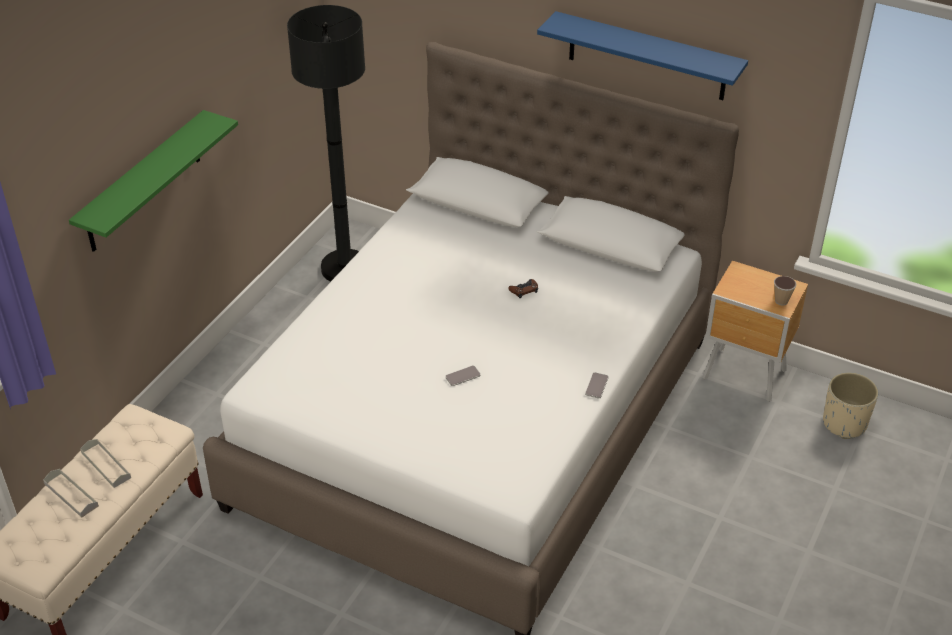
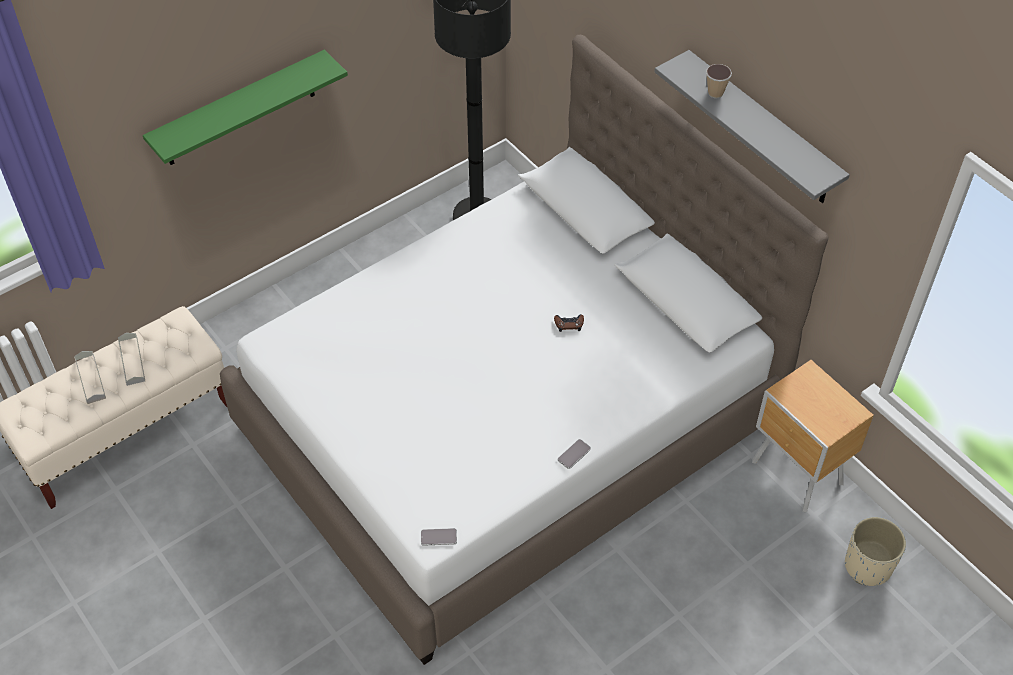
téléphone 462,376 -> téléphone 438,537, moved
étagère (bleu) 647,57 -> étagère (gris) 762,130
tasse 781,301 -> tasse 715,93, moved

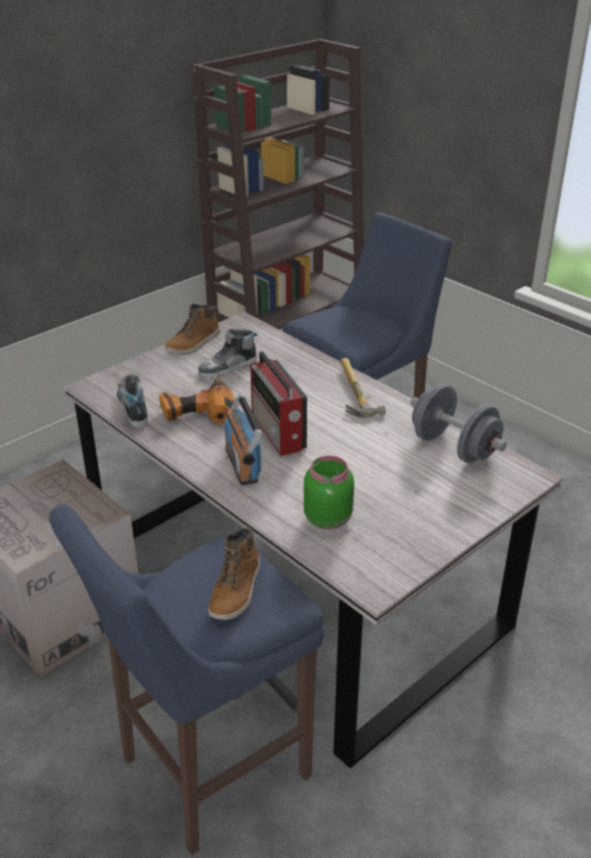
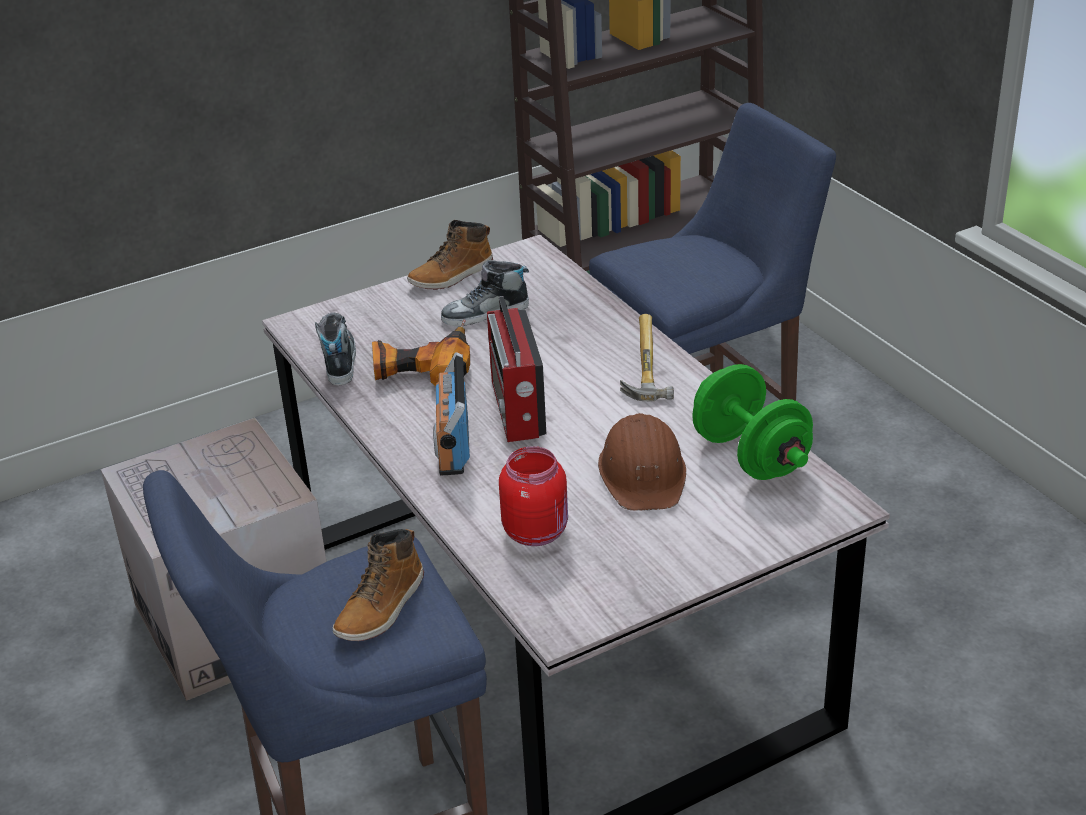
bocal (vert) 328,518 -> bocal (rouge) 536,531
haltère (gris) 454,448 -> haltère (vert) 750,456
none -> casque de chantier (marron) 643,474

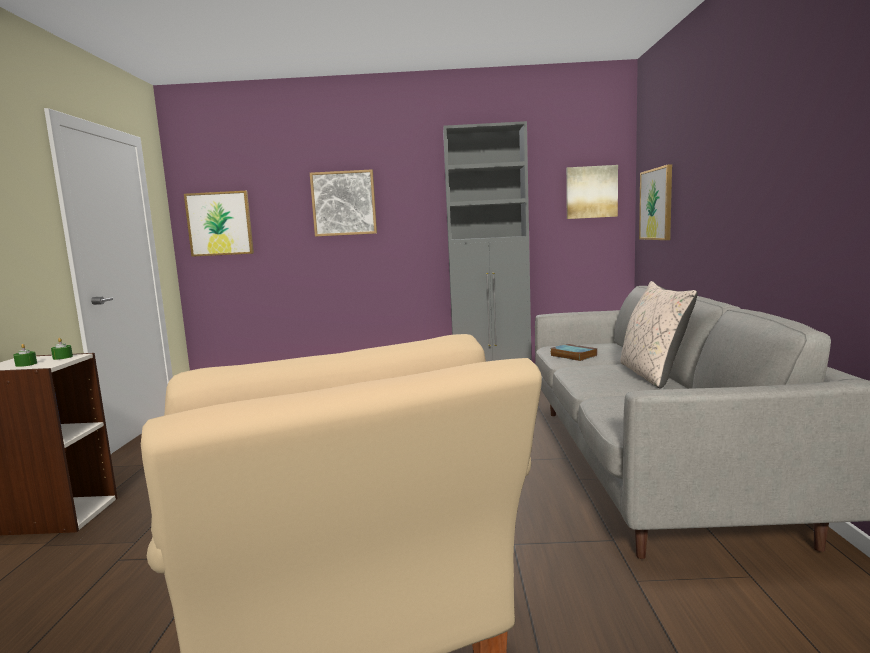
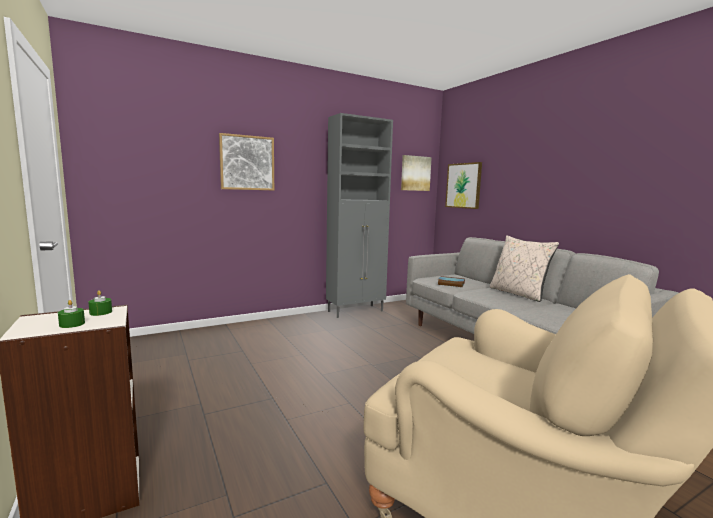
tableau 219,223 -> none

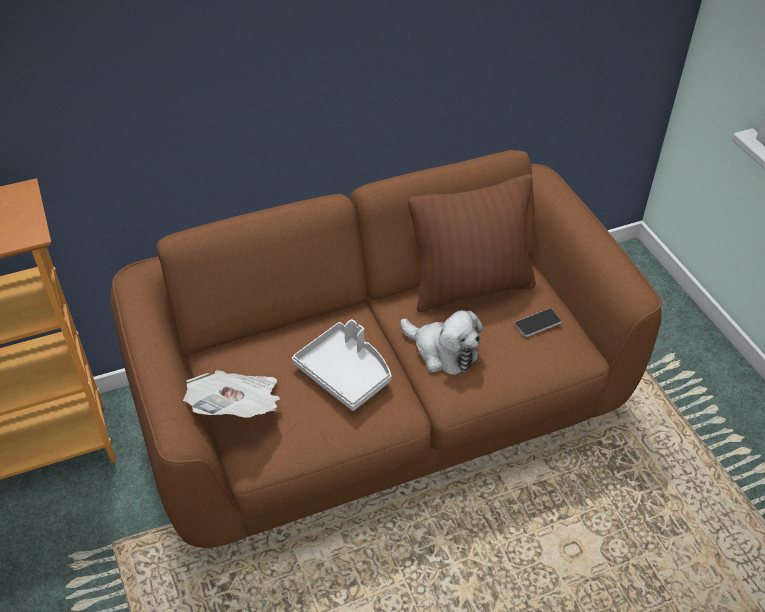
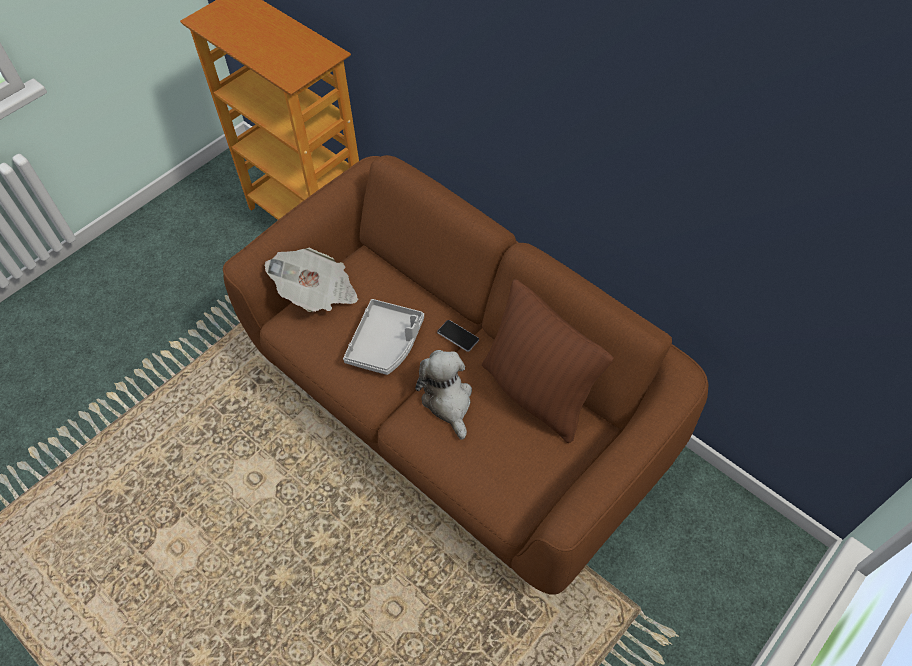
peluche 442,351 -> peluche 447,401, 150 degrees clockwise
téléphone 537,323 -> téléphone 458,336, moved

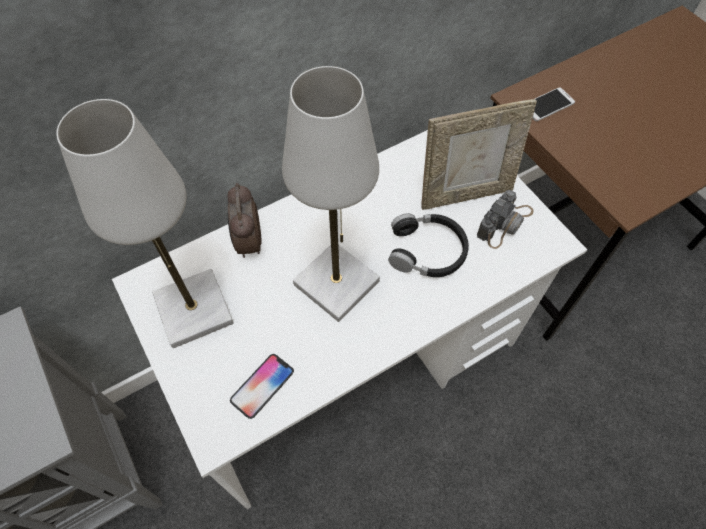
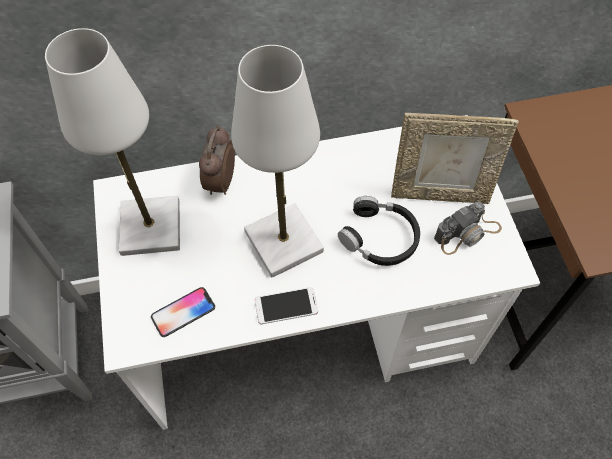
téléphone 547,105 -> téléphone 286,306, moved

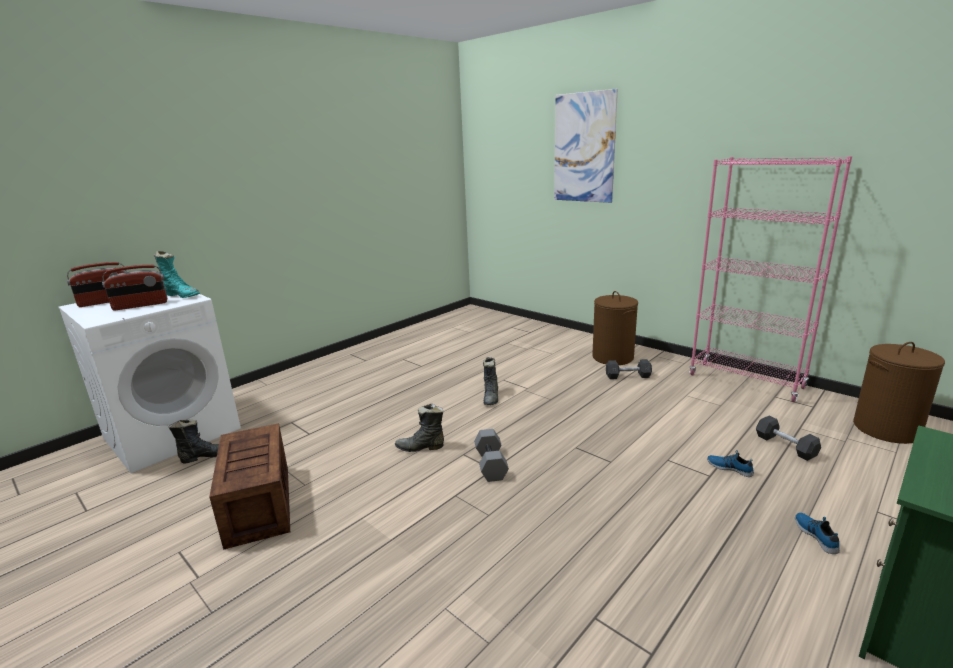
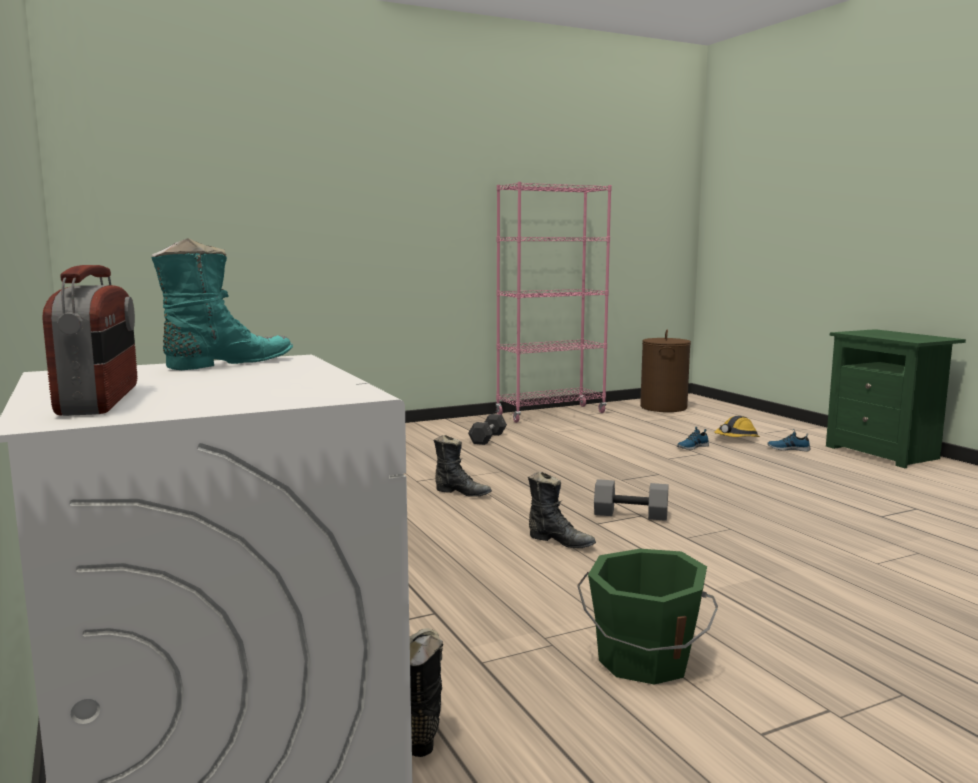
radio 140,305 -> none
caisse 258,503 -> seau (vert) 643,661
botte (noir) 421,447 -> botte (noir) 560,542, 75 degrees counterclockwise
tableau 584,148 -> none
panier à linge (marron) 613,357 -> none
haltère (gris) 785,446 -> none
none -> casque de chantier 736,439

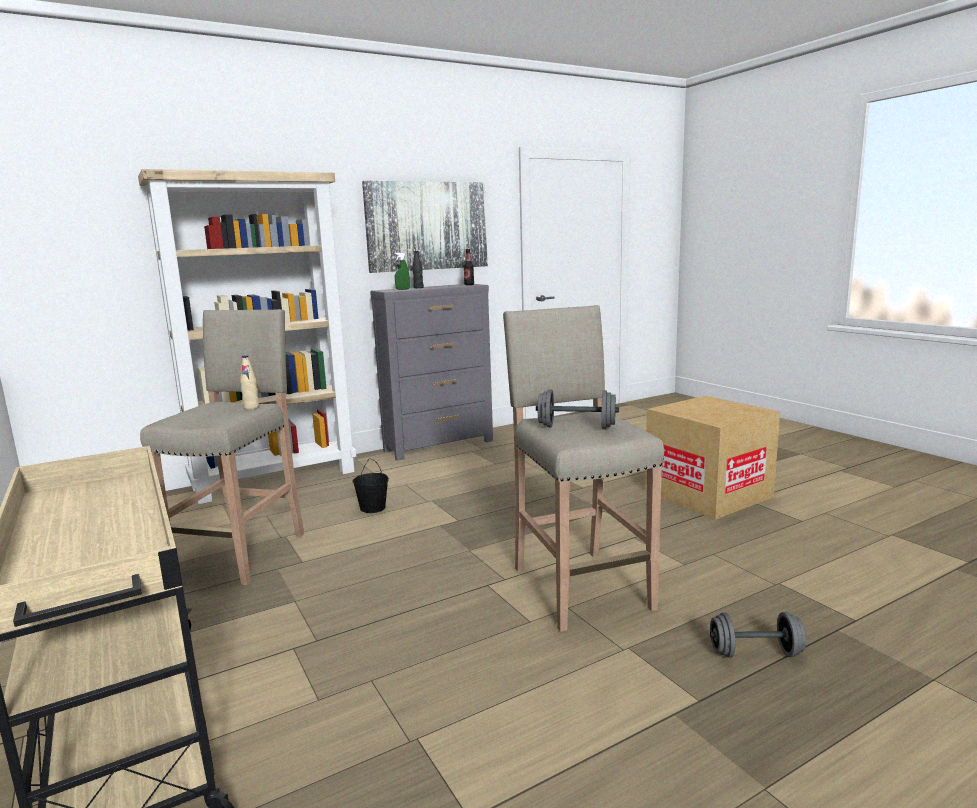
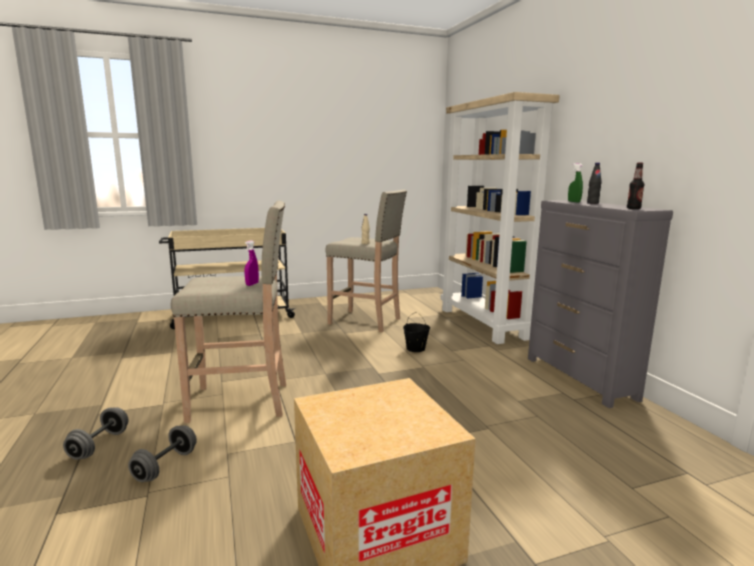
tableau 427,226 -> none
haltère (gris) 576,427 -> haltère (gris) 165,466, moved
none -> vaporisateur (violet) 252,284

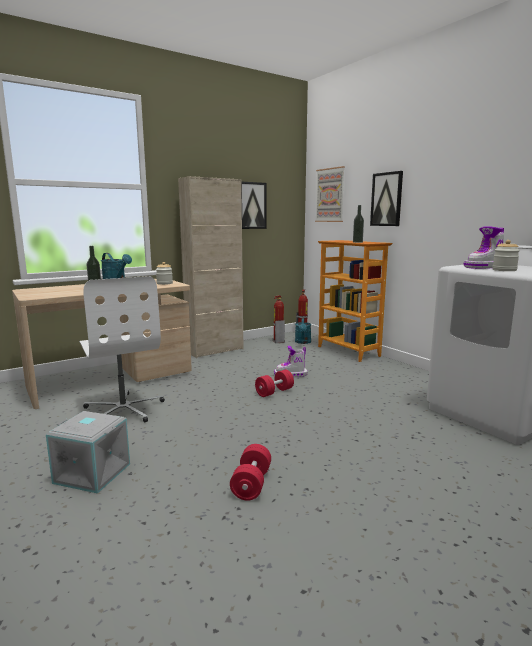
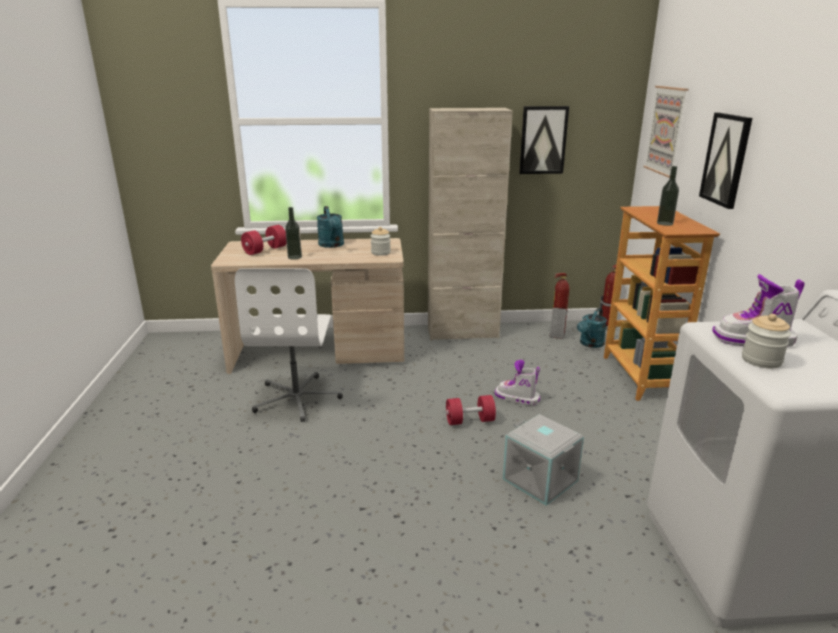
boîte de rangement (gris) 93,473 -> boîte de rangement (gris) 541,479, moved
haltère (rouge) 251,484 -> haltère (rouge) 265,250, moved

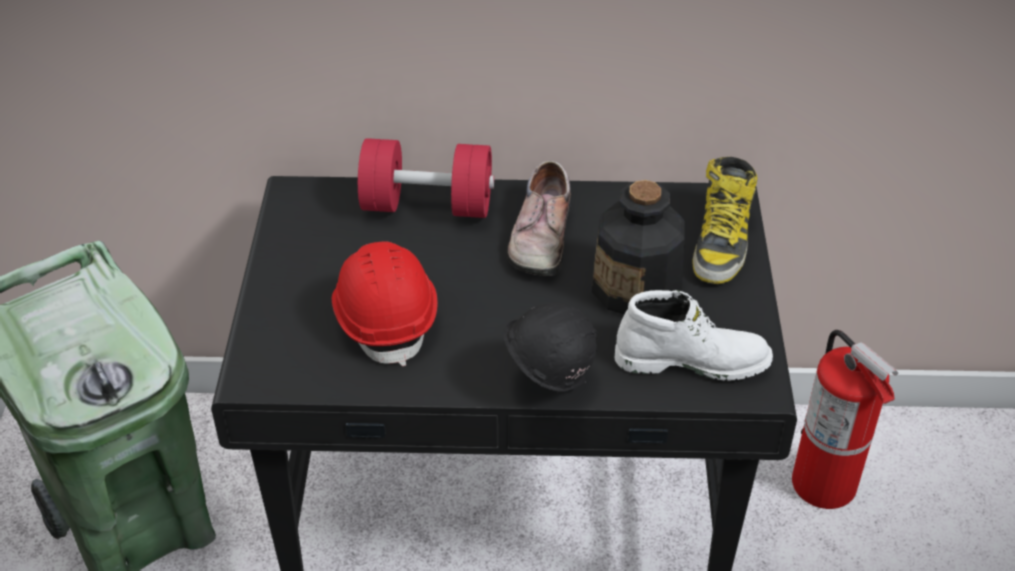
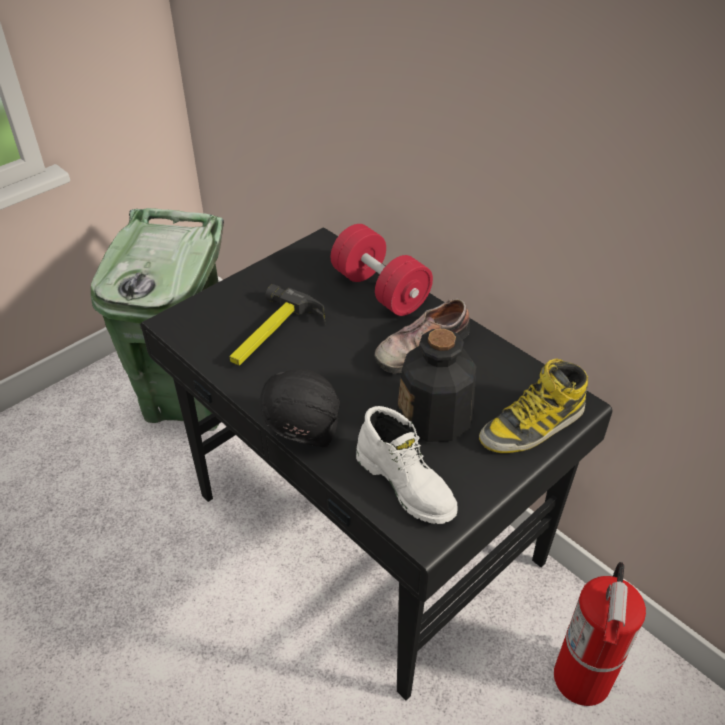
casque de chantier (rouge) 386,318 -> marteau 273,335

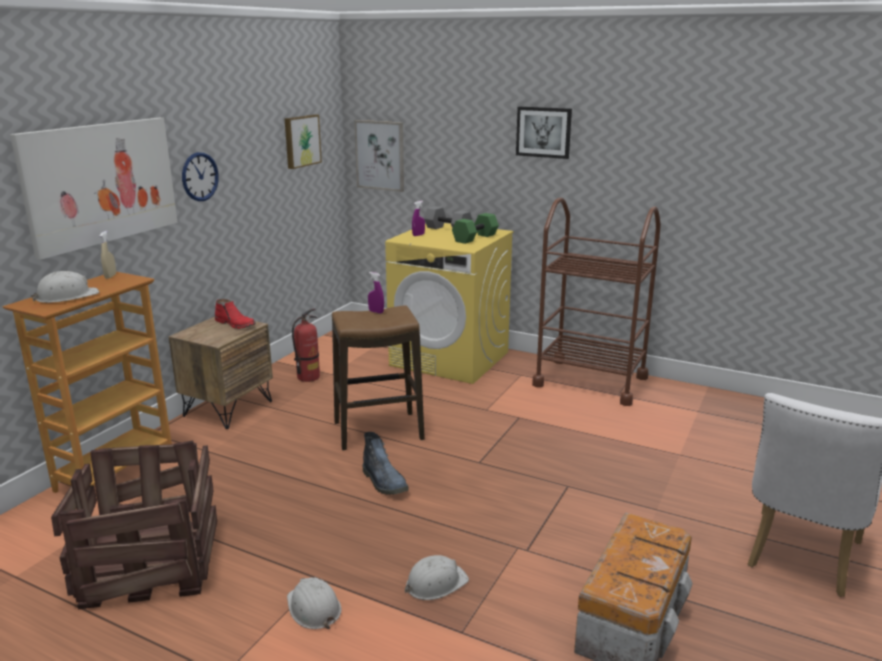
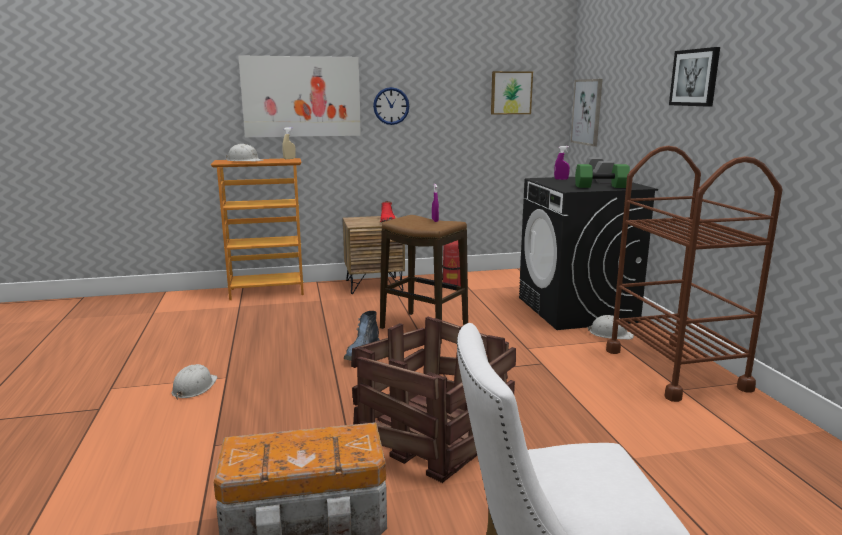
caisse 152,562 -> caisse 435,436, moved
lave-linge (jaune) 450,359 -> lave-linge (noir) 577,310
casque de chantier (blanc) 435,583 -> casque de chantier (blanc) 610,334, moved

